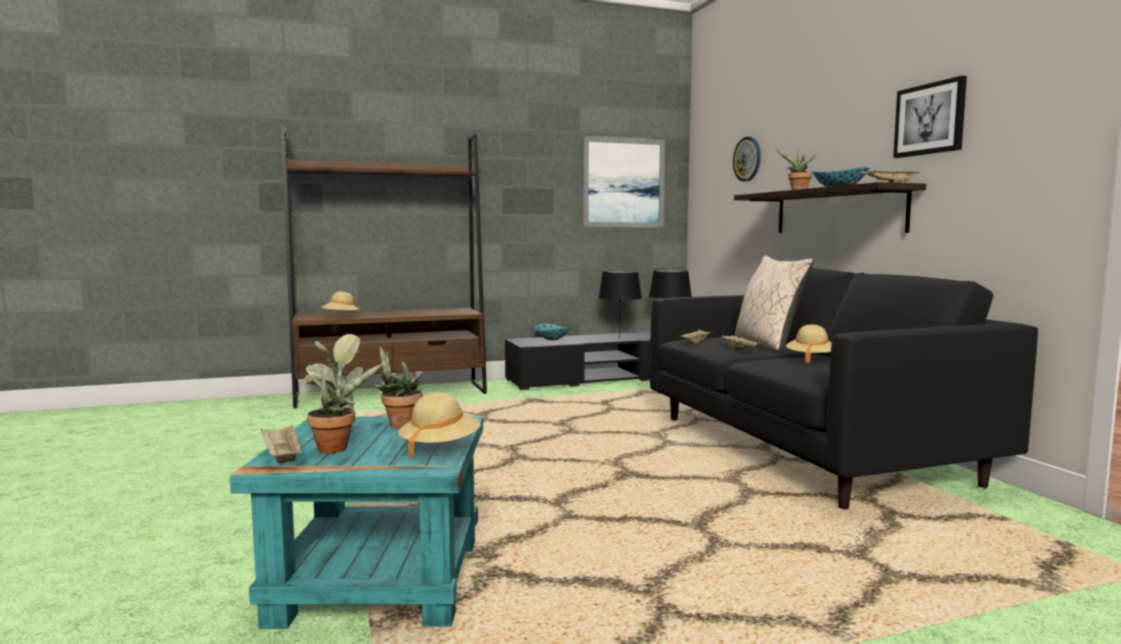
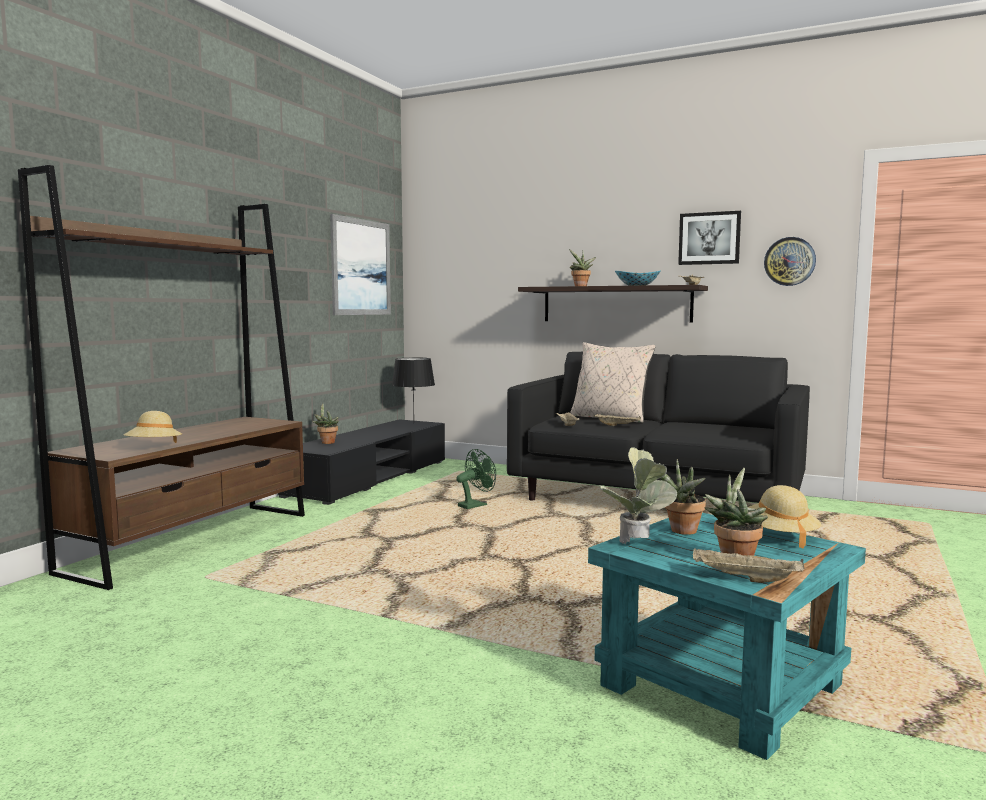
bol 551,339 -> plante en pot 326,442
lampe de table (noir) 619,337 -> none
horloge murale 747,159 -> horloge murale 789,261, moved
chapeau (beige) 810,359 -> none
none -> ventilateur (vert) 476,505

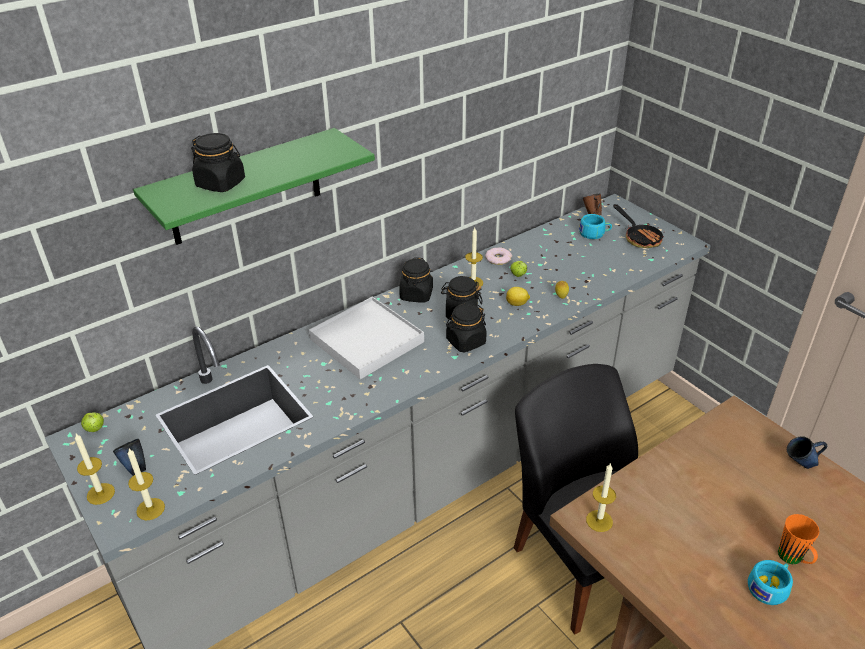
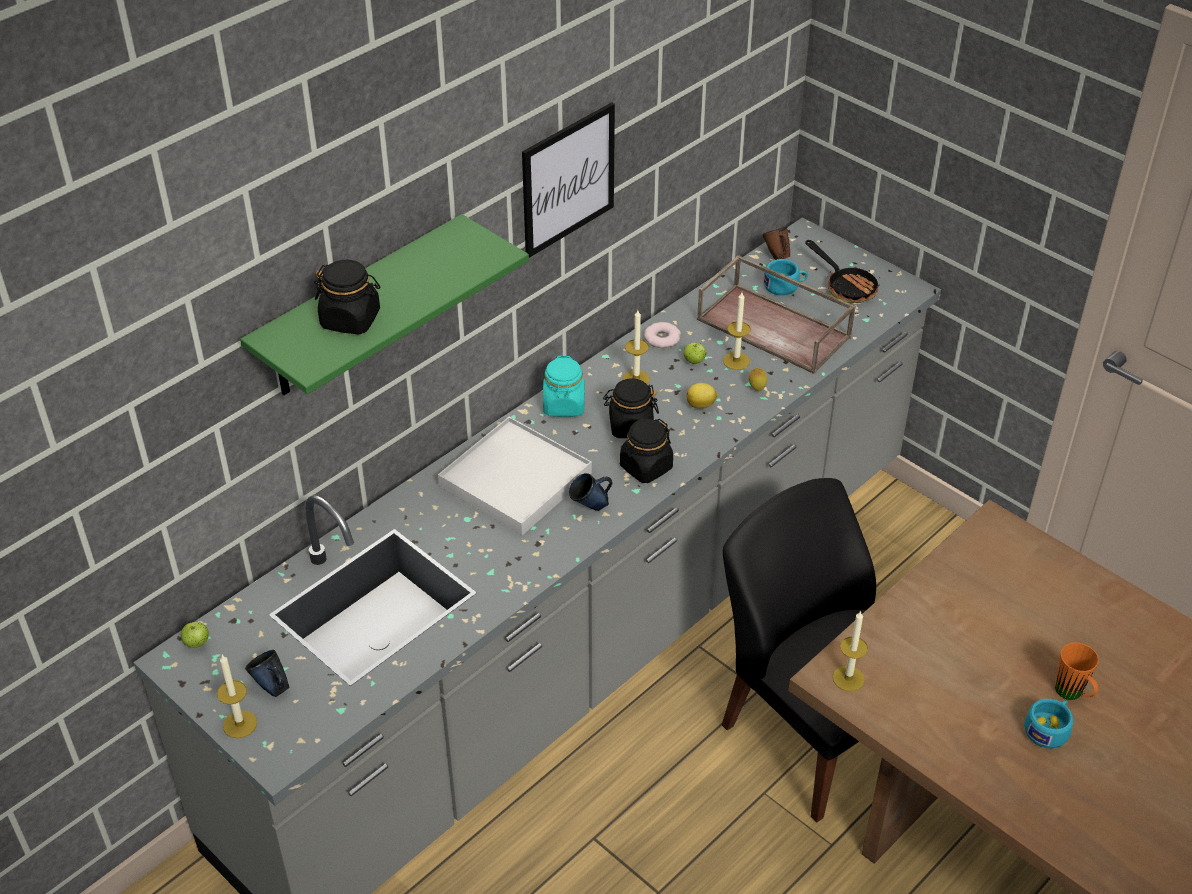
bougie 150,509 -> bougie 736,361, moved
bocal (noir) 416,295 -> bocal (turquoise) 564,405
mug (bleu) 800,465 -> mug (bleu) 590,508, moved
none -> tableau 568,179
none -> plateau (marron) 775,328

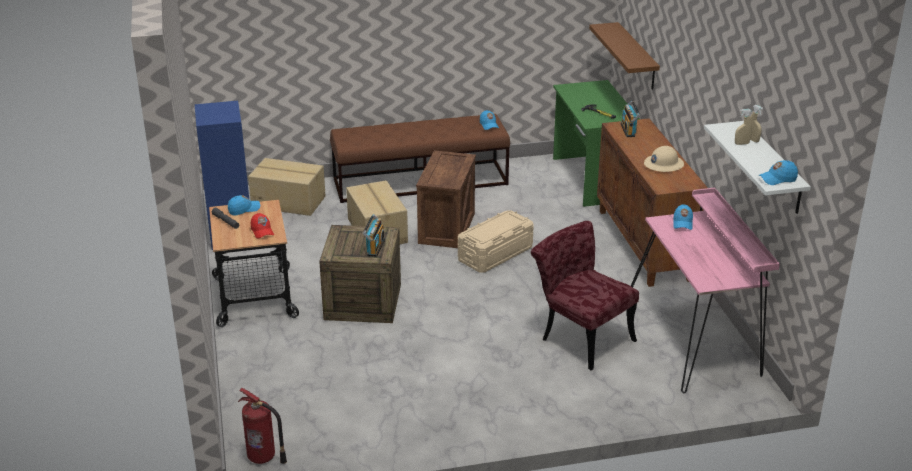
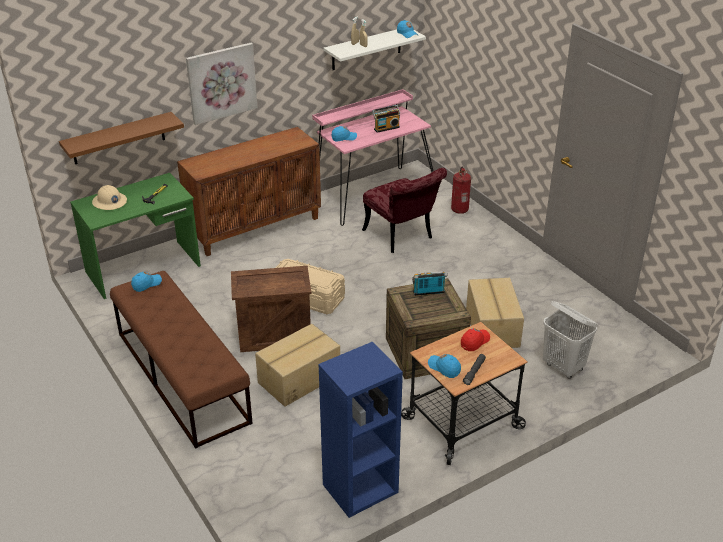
extincteur 263,457 -> extincteur 460,209, moved
carton 288,201 -> carton 491,327, moved
chaise (rouge) 580,336 -> chaise (rouge) 402,237, 60 degrees counterclockwise
radio 629,130 -> radio 386,128, moved
casque de chantier (beige) 663,164 -> casque de chantier (beige) 109,202, moved
none -> tableau 221,82
none -> panier à linge (blanc) 563,367

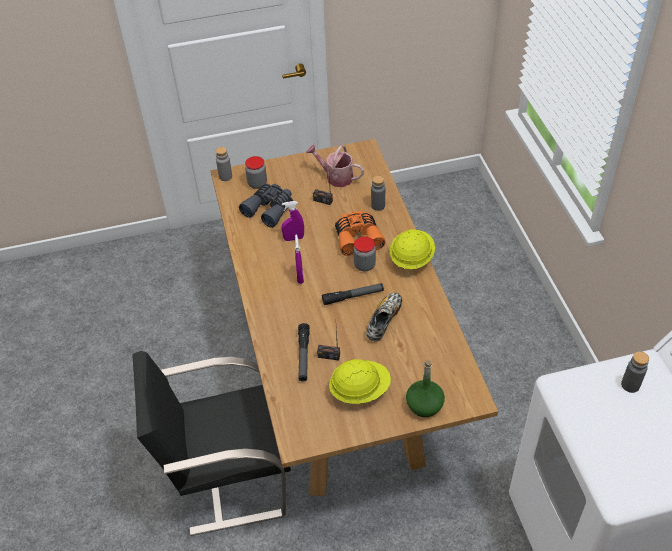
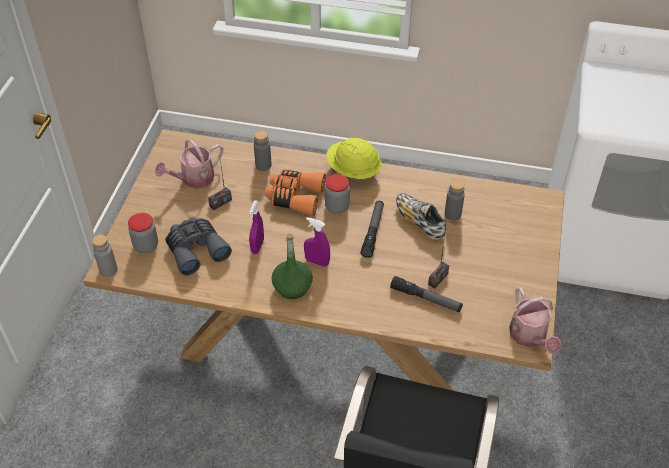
casque de chantier (jaune) 359,390 -> none
bouteille (vert) 424,405 -> bouteille (vert) 292,287, moved
bouteille (gris) 630,385 -> bouteille (gris) 452,214, moved
none -> arrosoir 530,337

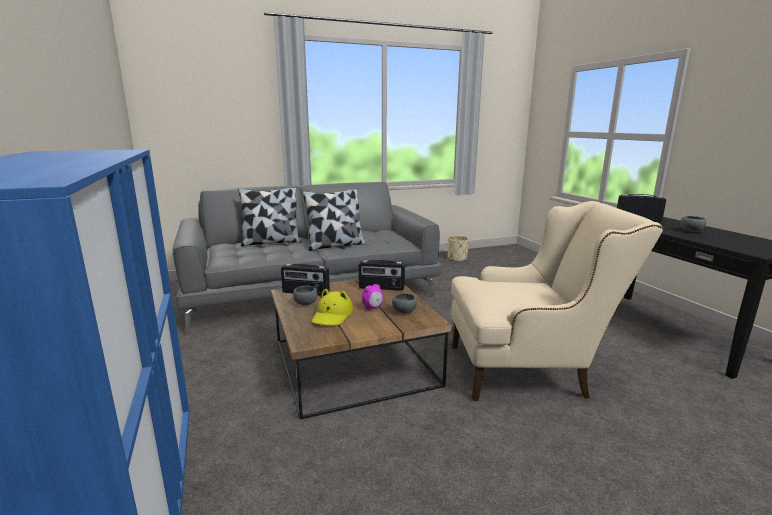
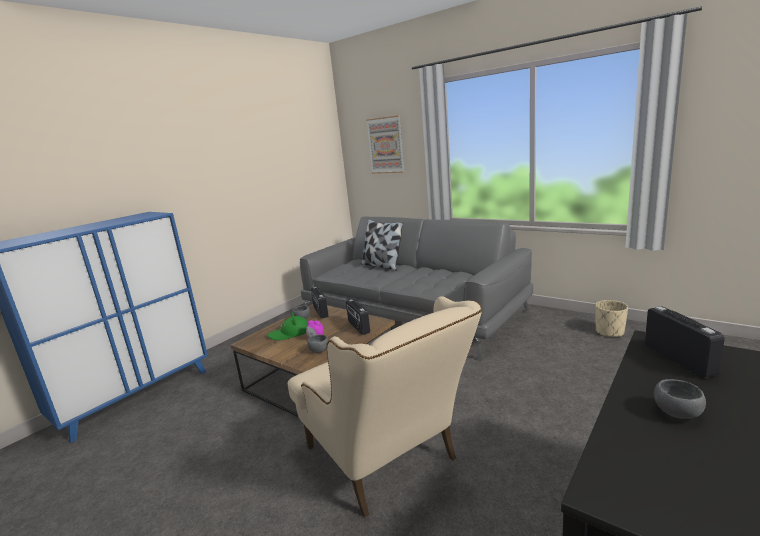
coussin 335,245 -> none
chapeau (jaune) 332,316 -> chapeau (vert) 290,333
none -> tableau 385,145

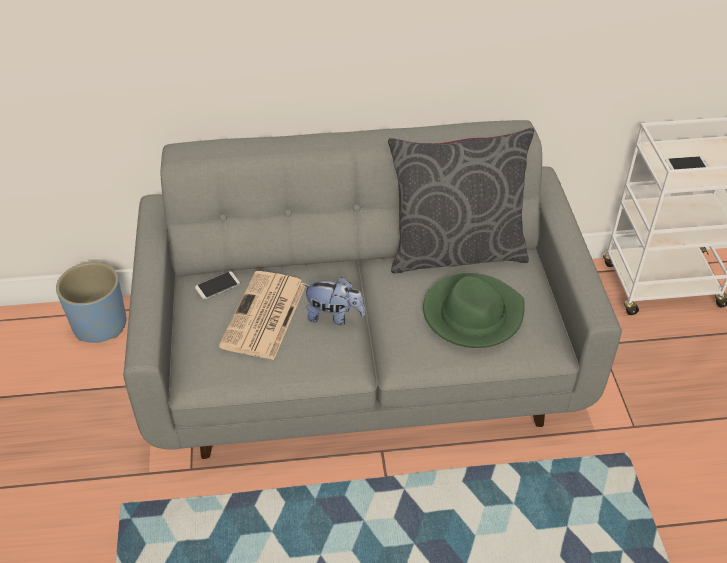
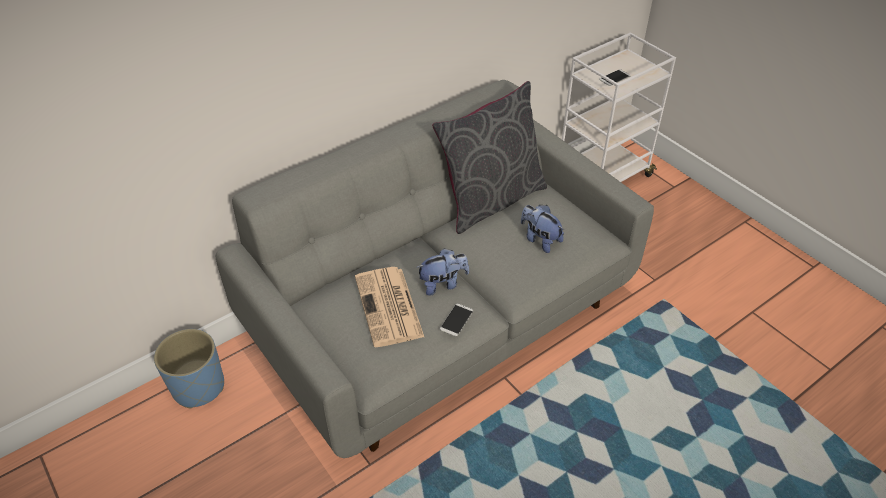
téléphone 217,285 -> téléphone 456,320, moved
chapeau (vert) 472,314 -> peluche 540,240

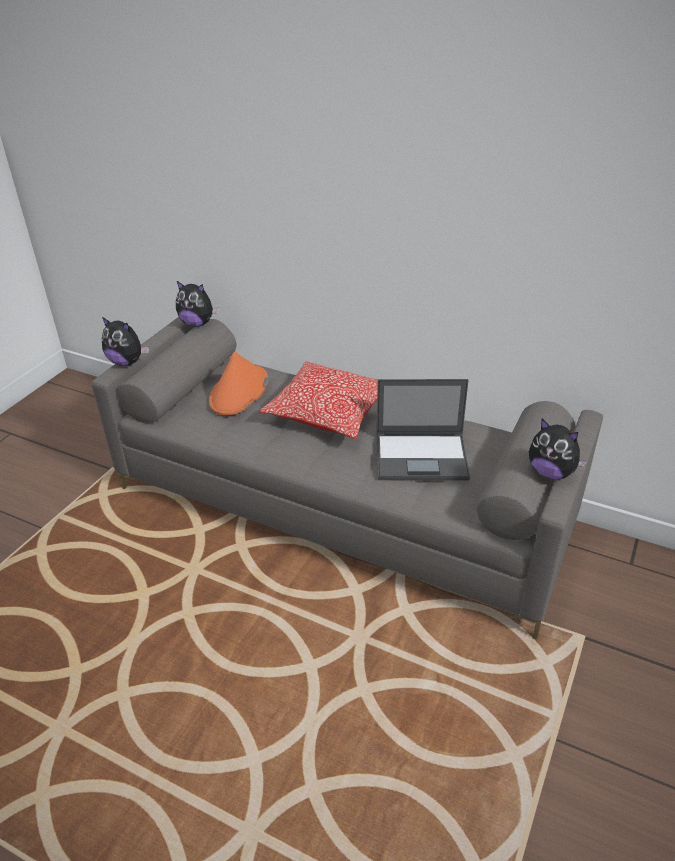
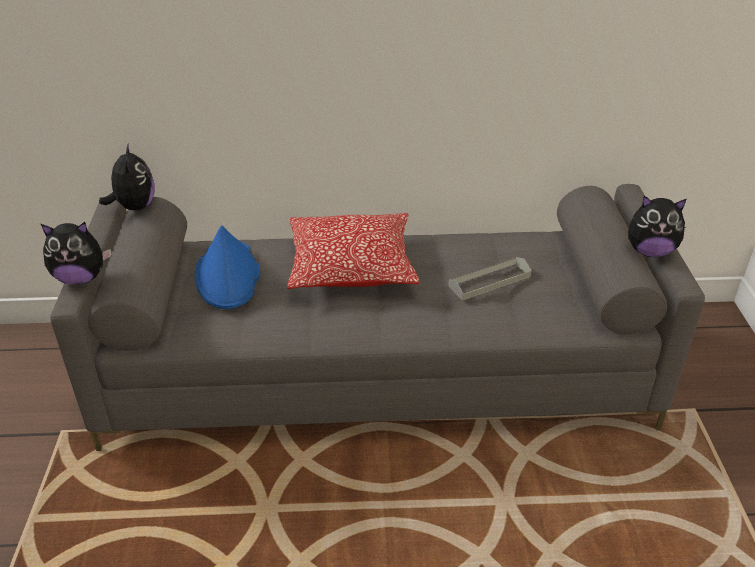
peluche 198,323 -> peluche 134,207, 90 degrees counterclockwise
chapeau (orange) 239,391 -> chapeau (bleu) 228,276
ordinateur portable 422,456 -> plateau (gris) 489,281

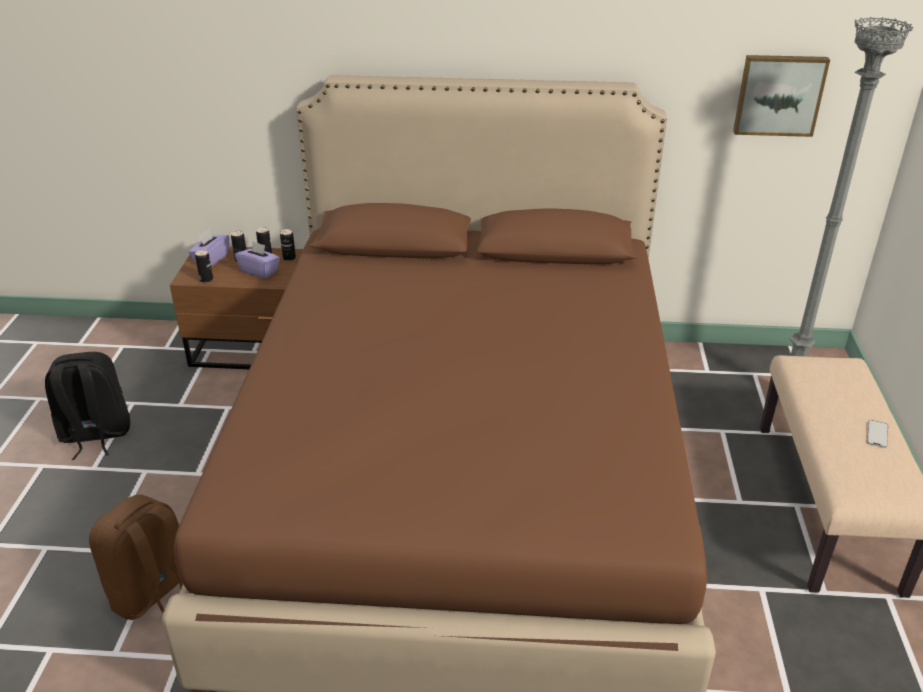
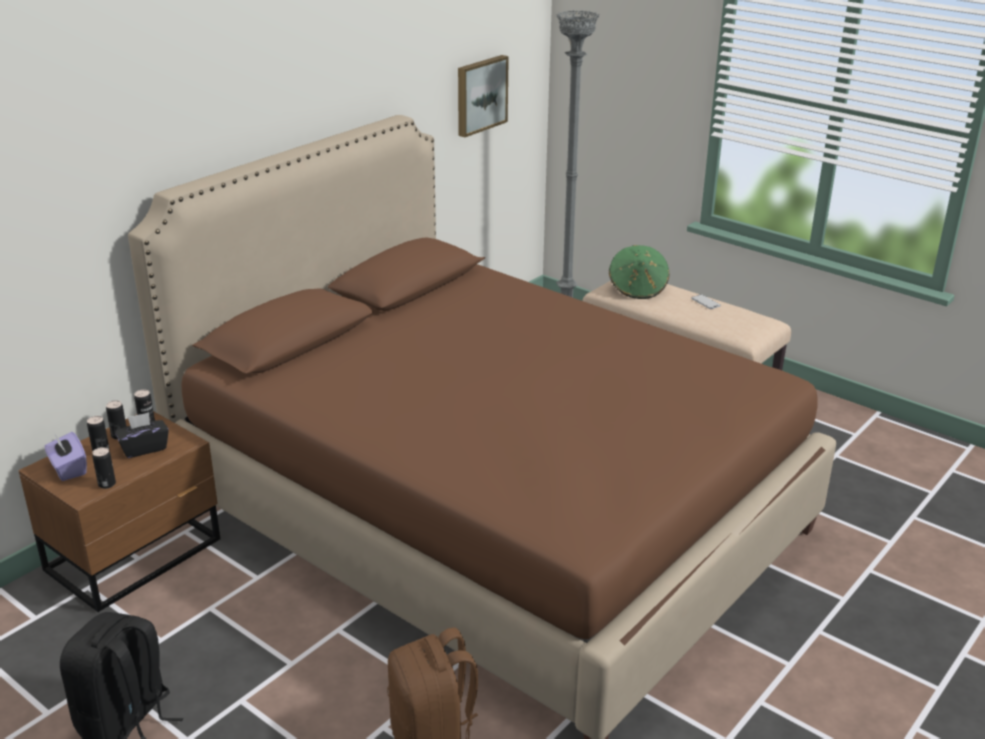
boîte à mouchoirs (violet) 259,271 -> boîte à mouchoirs (noir) 144,448
none -> chapeau (vert) 638,289

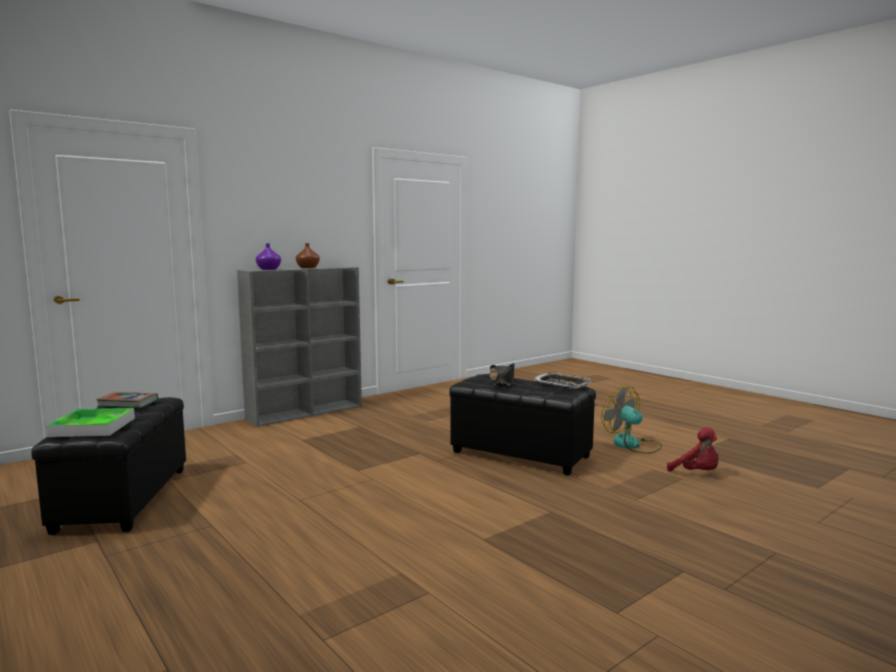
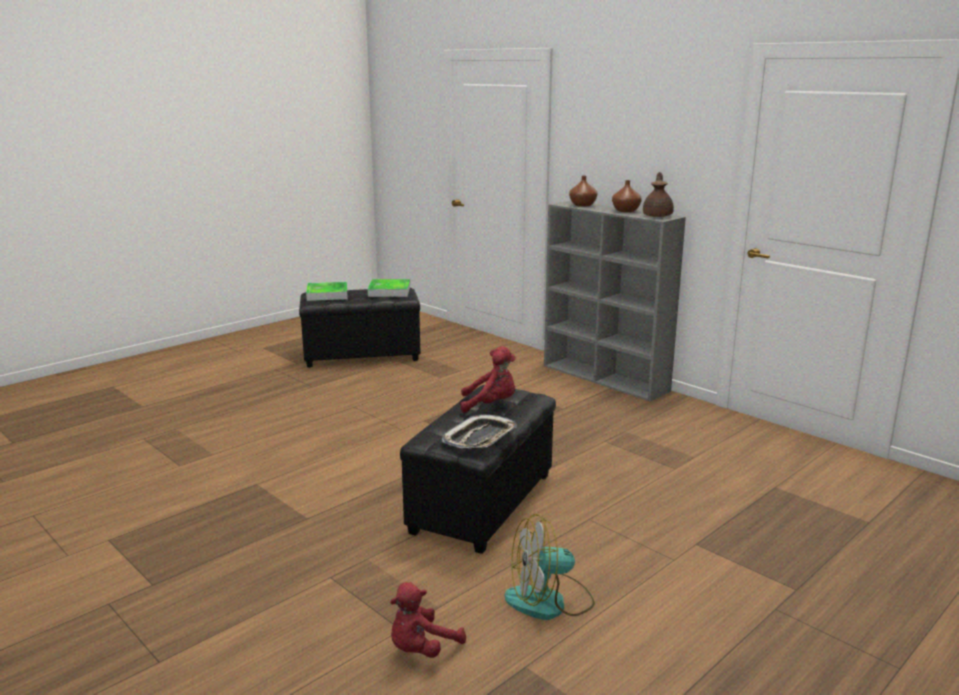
livre 128,403 -> plateau 389,291
vase (violet) 268,269 -> vase (marron) 582,205
chapeau (noir) 502,382 -> peluche (rouge) 490,405
ventilateur 632,445 -> ventilateur 549,601, 150 degrees counterclockwise
none -> théière (marron) 658,216

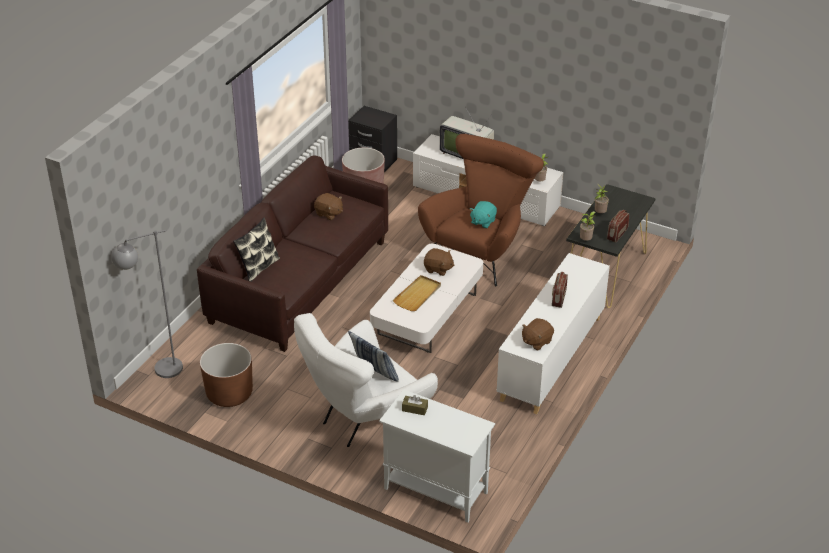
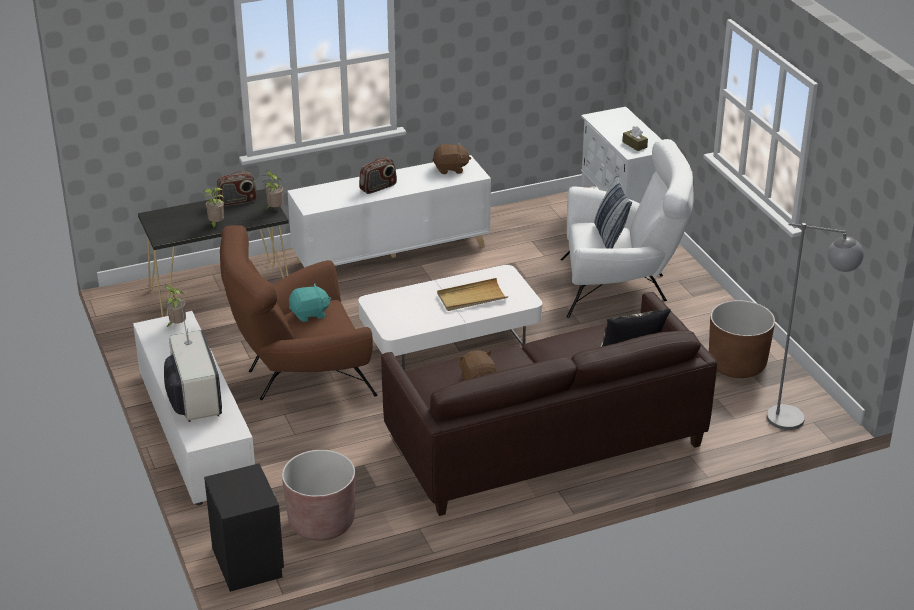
peluche (marron) 438,269 -> none

